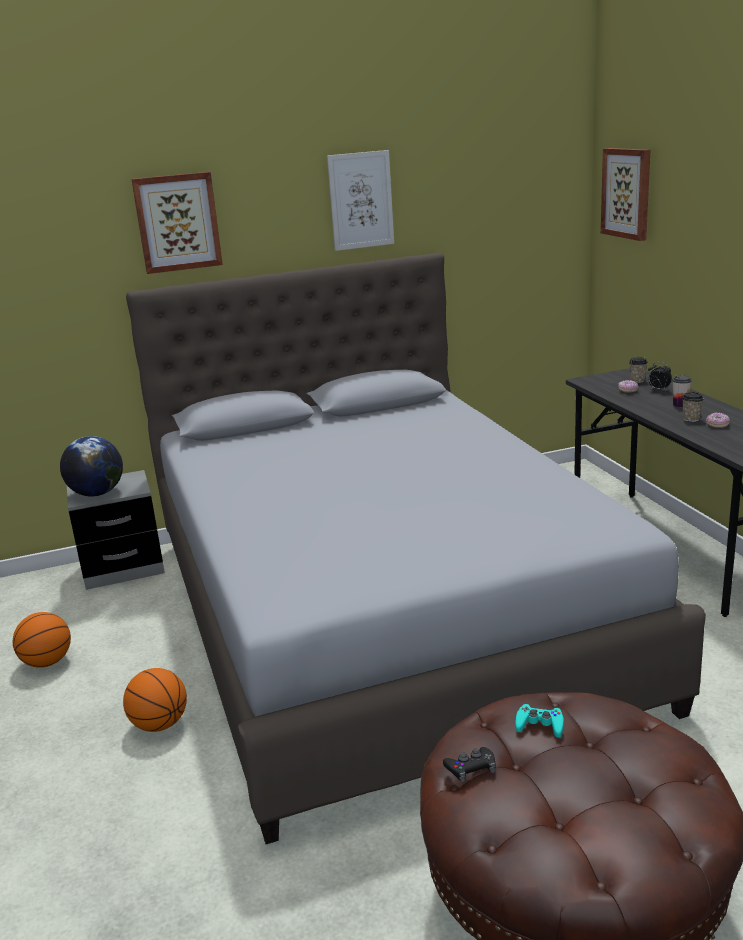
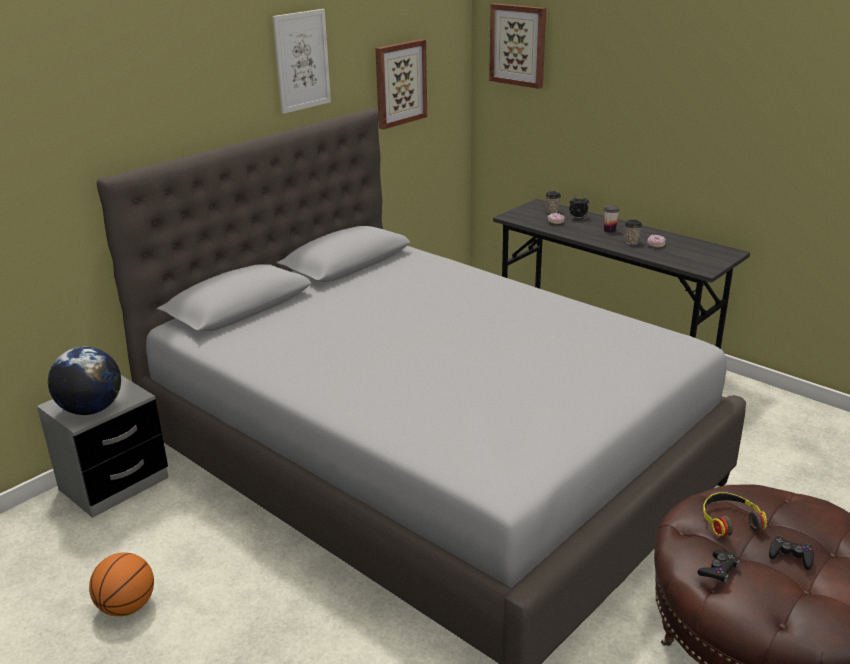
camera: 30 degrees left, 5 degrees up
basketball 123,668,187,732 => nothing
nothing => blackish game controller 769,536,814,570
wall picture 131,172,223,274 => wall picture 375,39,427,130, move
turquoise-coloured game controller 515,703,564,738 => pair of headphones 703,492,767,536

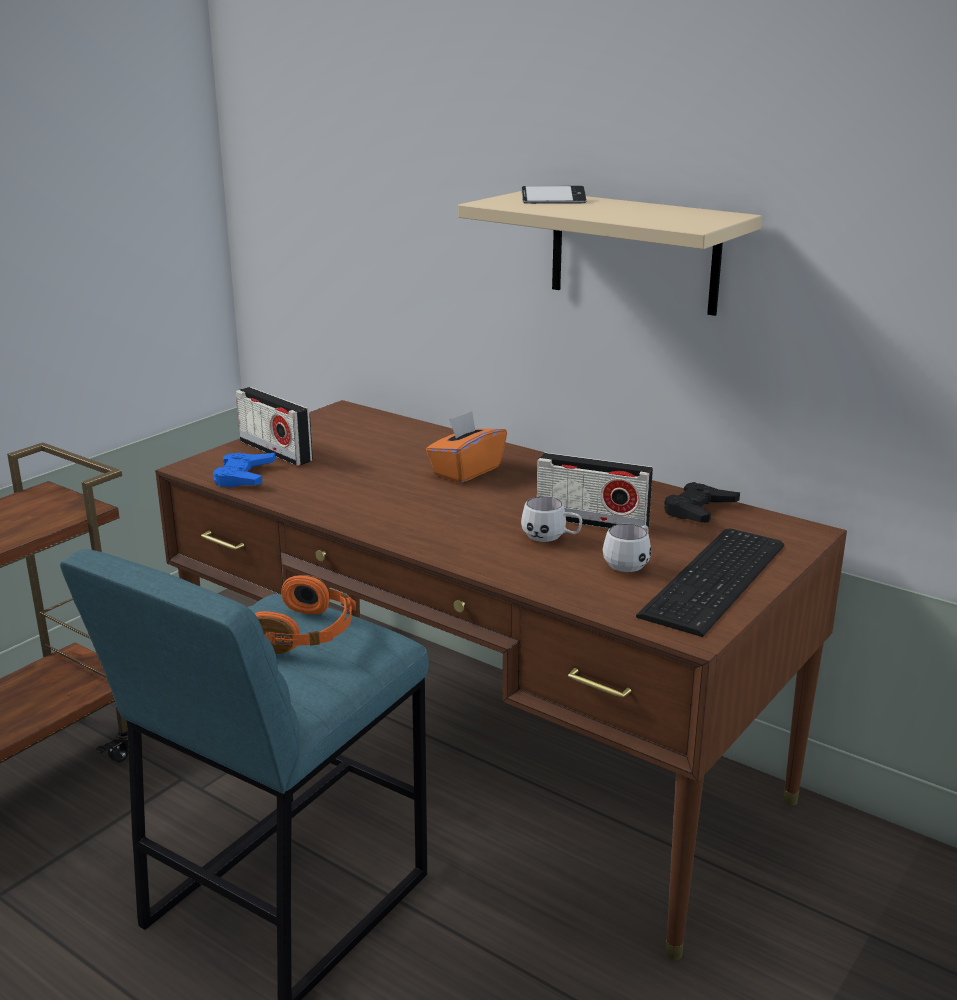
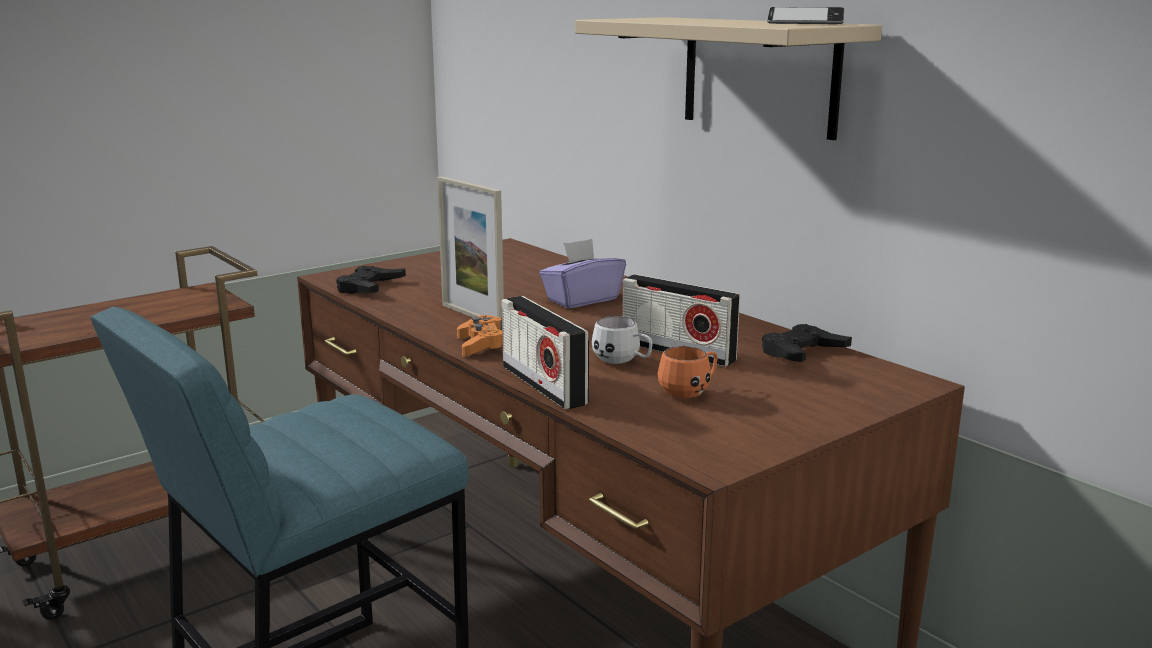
camera: 15 degrees right, 5 degrees down
orangey pair of headphones 255,575,356,654 => nothing
computer keyboard 636,528,785,637 => nothing
nothing => picture frame 437,176,504,318
nothing => orangey game controller 457,315,502,357
radio receiver 236,387,313,466 => radio receiver 501,296,589,409, move
telephone 521,186,587,204 => telephone 767,7,844,24, move
blue game controller 213,453,276,487 => blackish game controller 336,266,406,294
orangey tissue box 426,411,507,483 => purple-coloured tissue box 539,239,626,308
white mug 603,524,651,572 => orangey mug 657,346,718,399

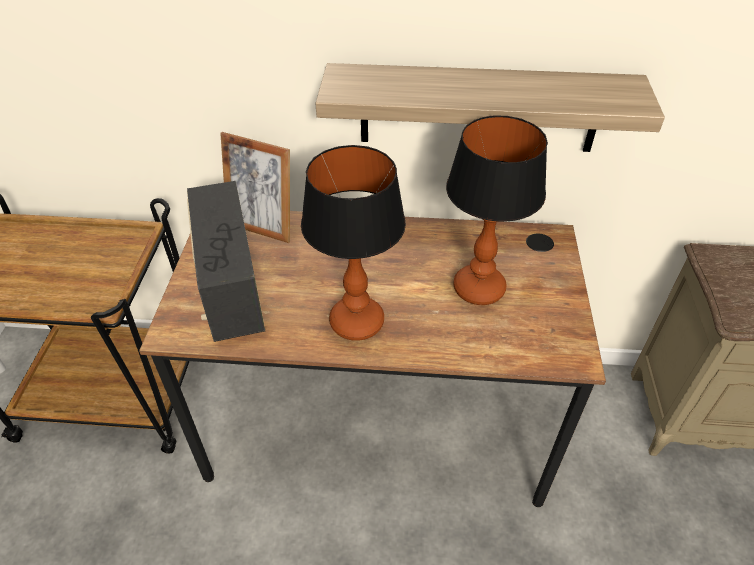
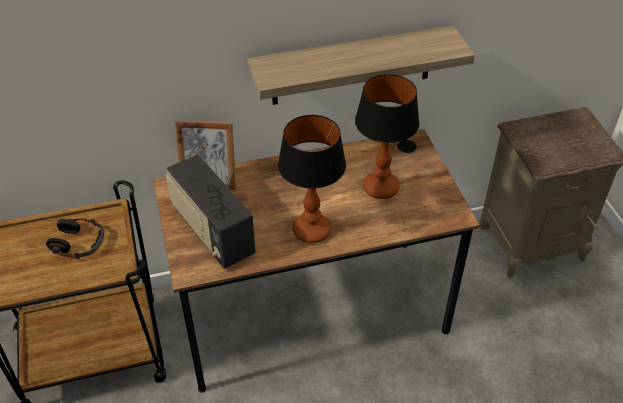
camera: 20 degrees left, 0 degrees up
nothing => pair of headphones 46,218,104,259

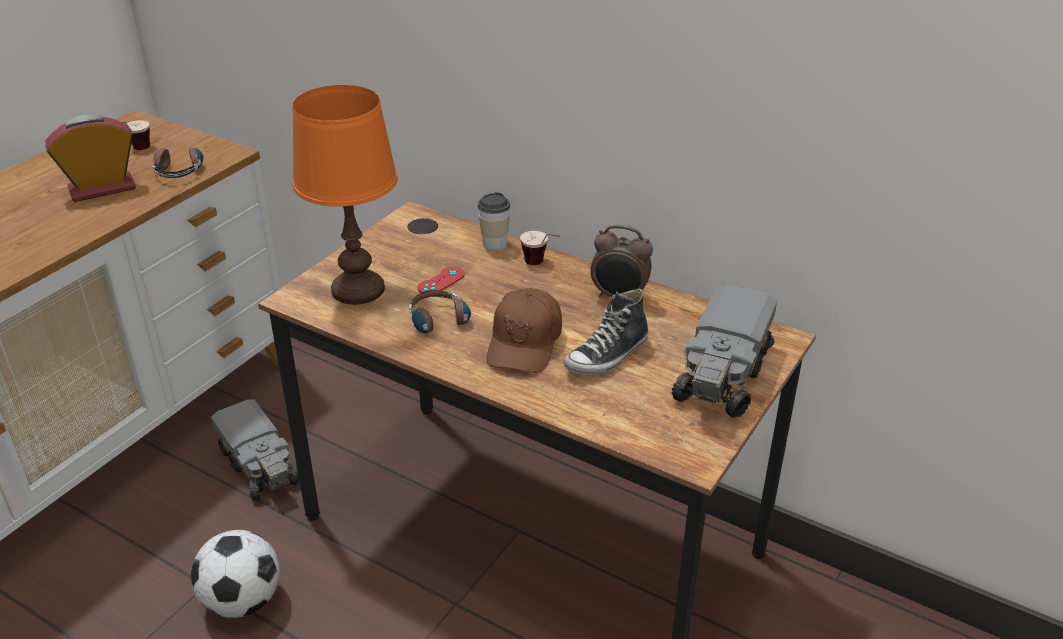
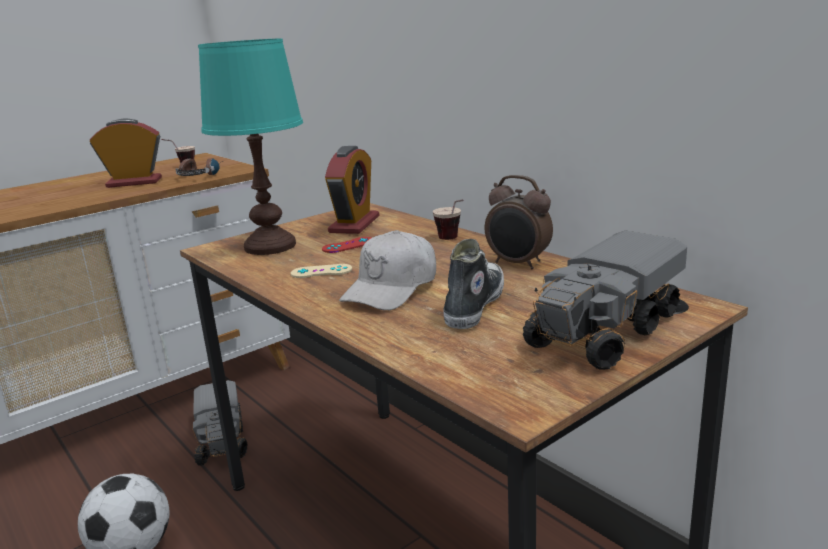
camera: 20 degrees right, 15 degrees down
small cup 478,192,510,251 => nothing
nothing => alarm clock 325,146,379,234
pair of headphones 409,290,471,343 => beige game controller 291,264,352,278
orangey table lamp 292,85,398,305 => turquoise-coloured table lamp 198,38,303,255
brown baseball cap 486,288,562,373 => white baseball cap 339,230,436,310
shoe 564,289,648,375 => shoe 443,239,504,329, 135 degrees clockwise

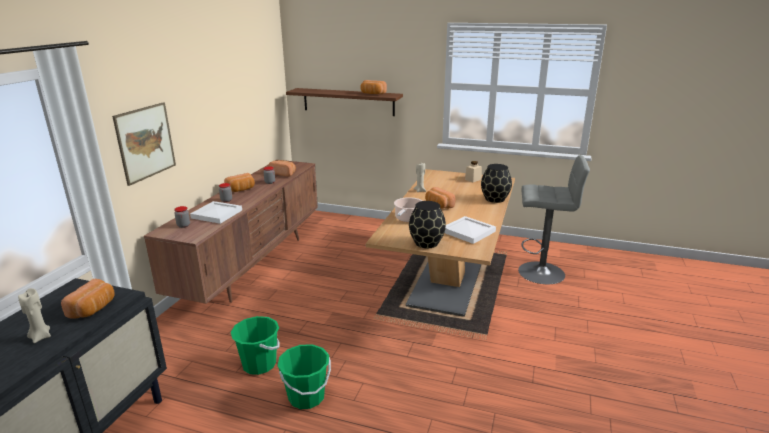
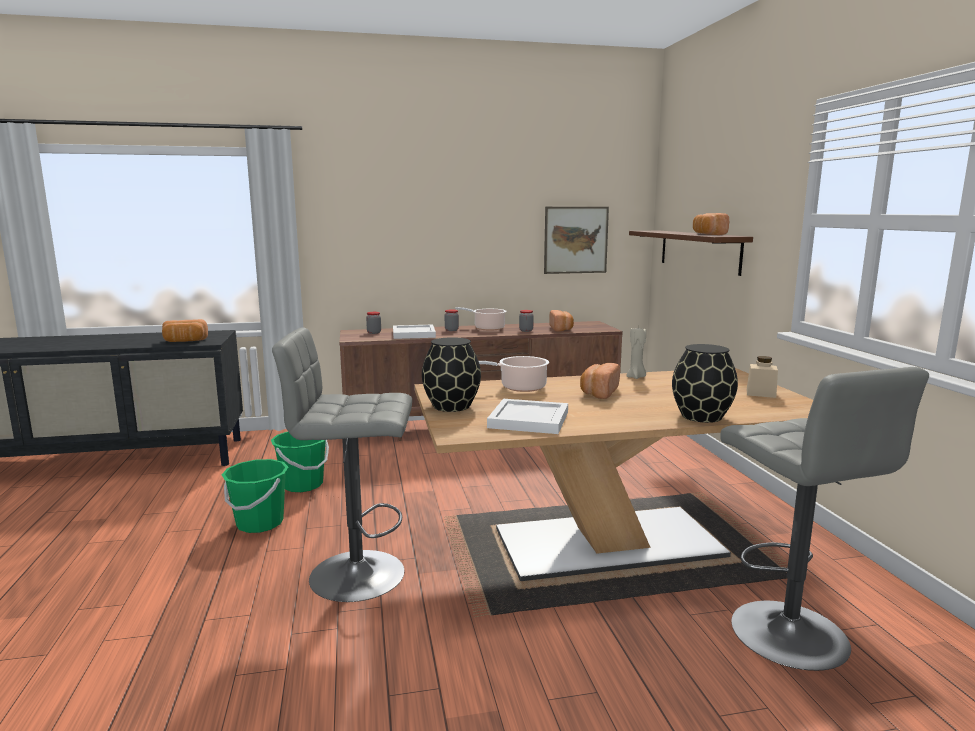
camera: 60 degrees right, 10 degrees down
beige wax light 18,288,51,343 => nothing
nothing => greyish sitting stool 272,327,412,602
wall picture 112,102,176,186 => wall picture 544,207,609,274, move
bakery bread 224,173,255,192 => saucepot 455,307,506,331

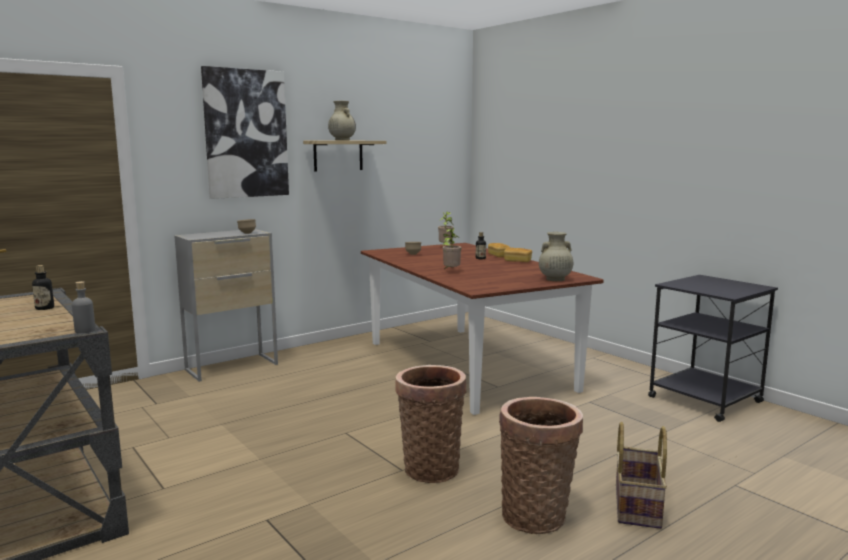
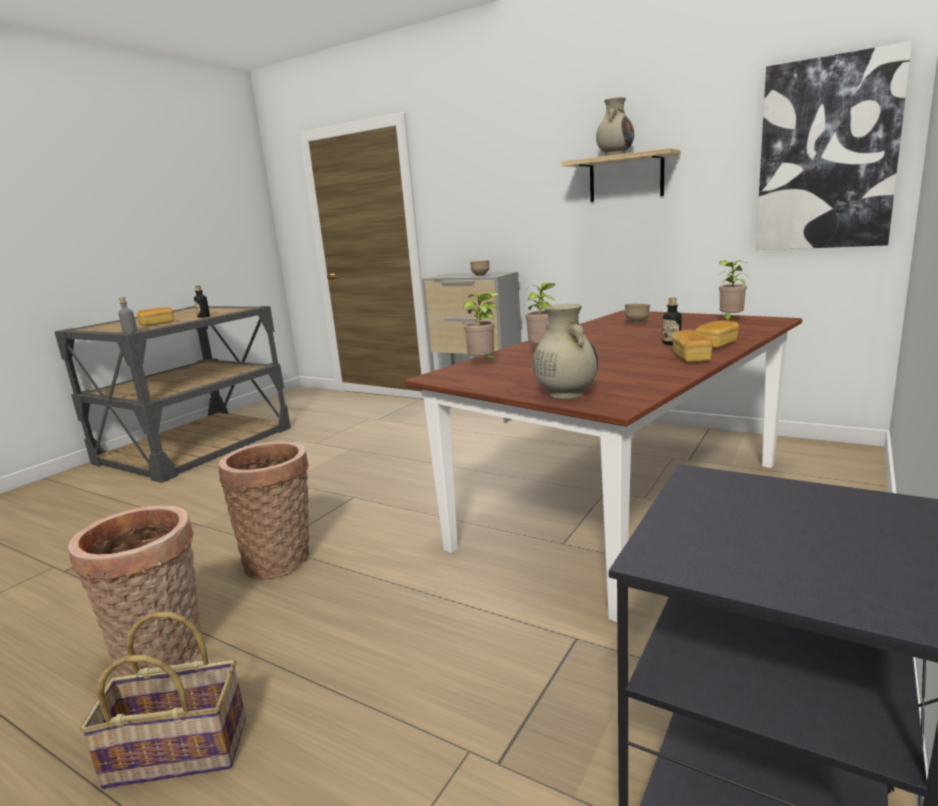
camera: 70 degrees right, 5 degrees up
nothing => bakery bread 136,307,174,326
nothing => plant in a pot 463,292,500,359
wall picture 201,66,289,199 => wall picture 756,41,912,250, move

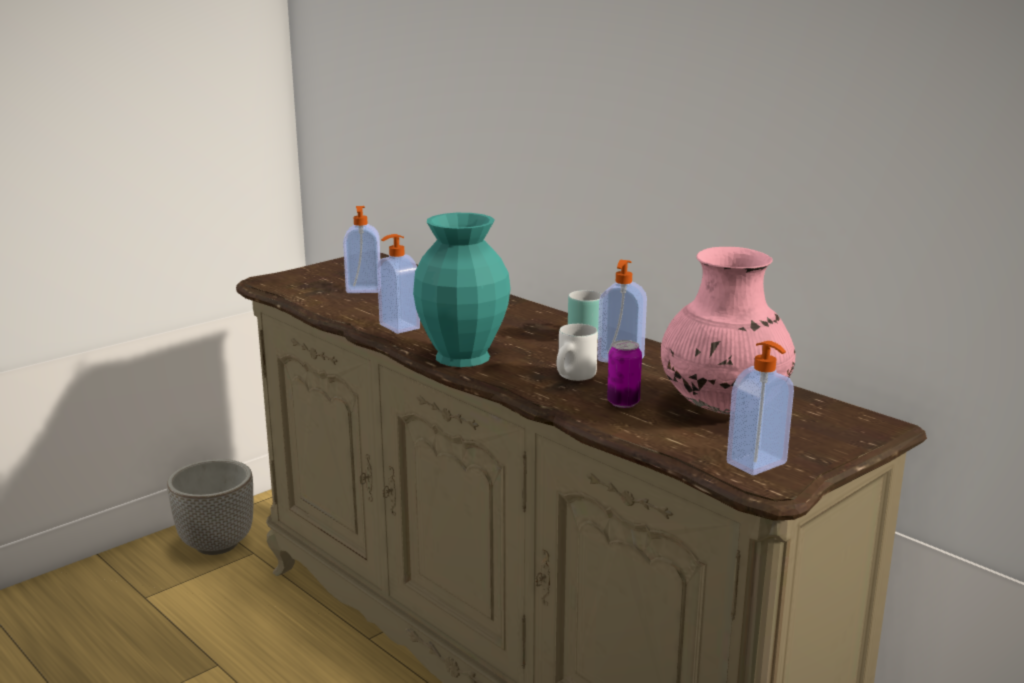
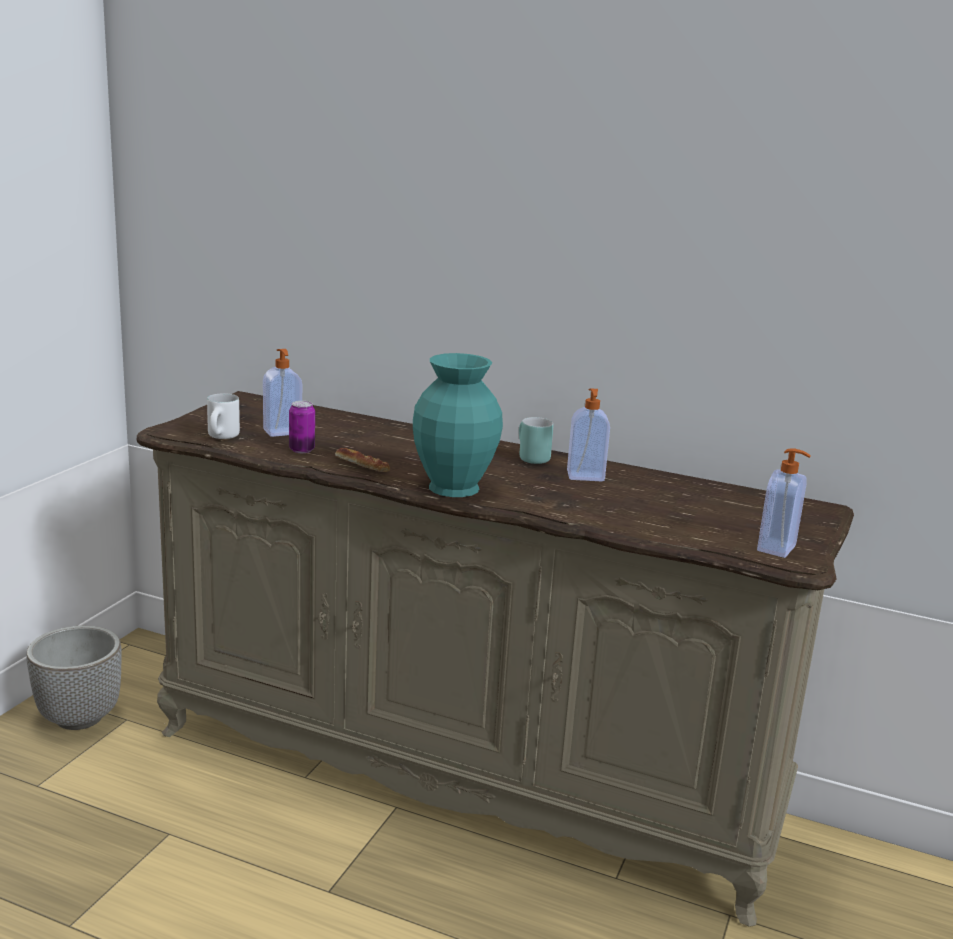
camera: 25 degrees left, 0 degrees up
pink decorative vase 661,247,796,415 => nothing
white mug 557,324,598,381 => white mug 207,393,240,439, move
can 607,340,642,408 => can 289,401,315,453, move
liquid soap bottle 377,234,420,334 => bakery bread 335,448,390,472

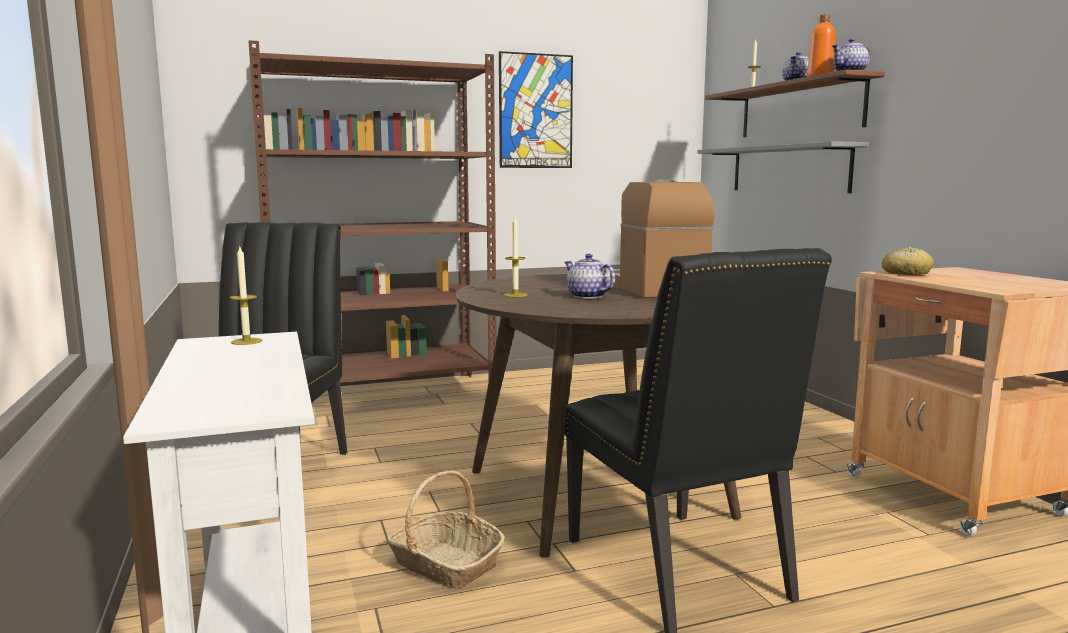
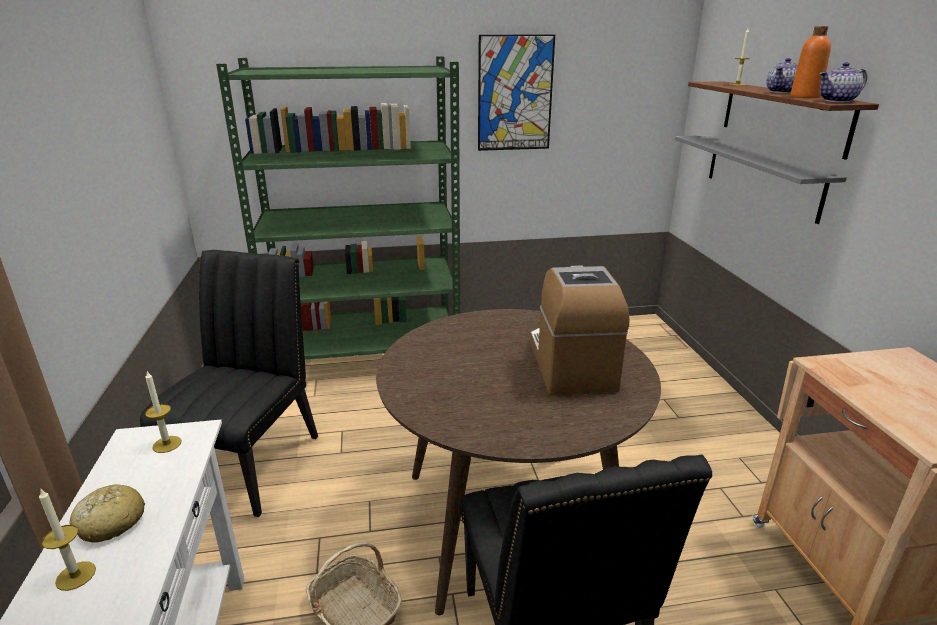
camera: 10 degrees right, 15 degrees up
pot for tea 565,254,615,299 => nothing
wax light 503,217,528,297 => wax light 39,489,96,591, move
bakery bread 882,247,934,275 => bakery bread 69,484,145,543, move
brown bookcase 248,40,496,383 => green-coloured bookcase 216,57,460,360

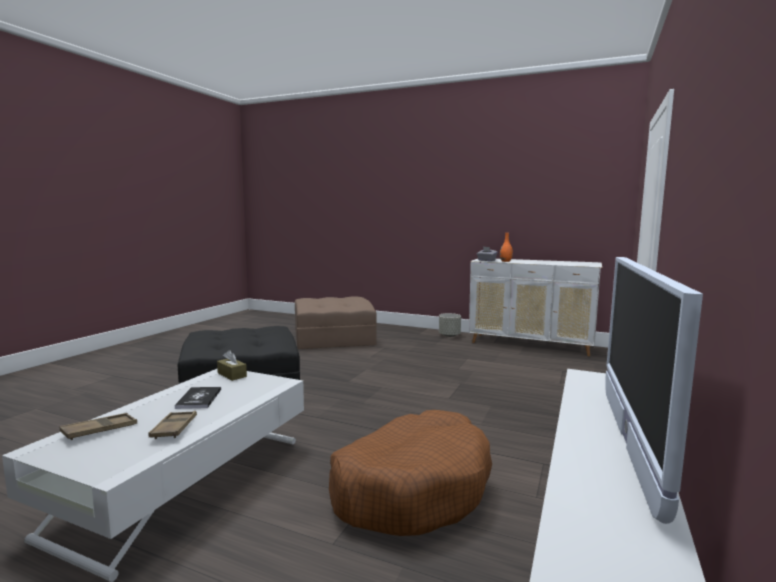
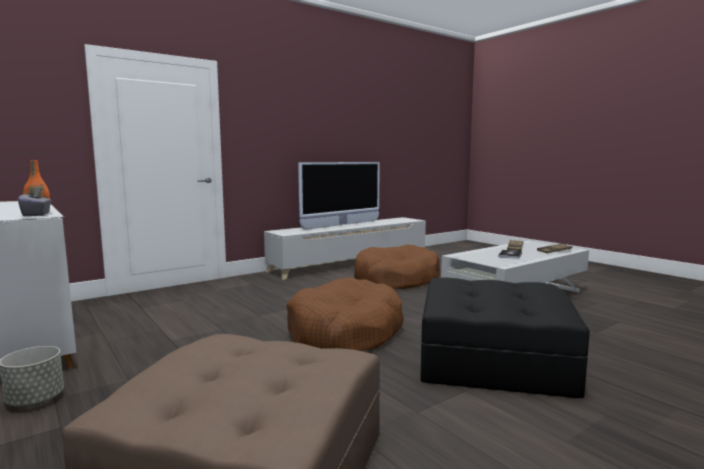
camera: 150 degrees left, 0 degrees up
brown tissue box 217,350,247,381 => nothing
nothing => brown dog bed 287,277,404,351

